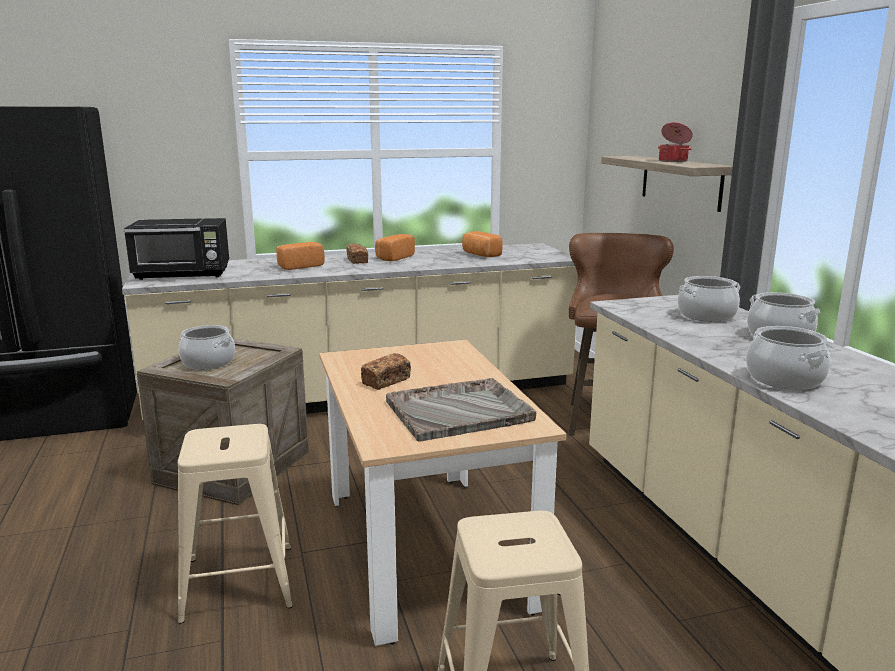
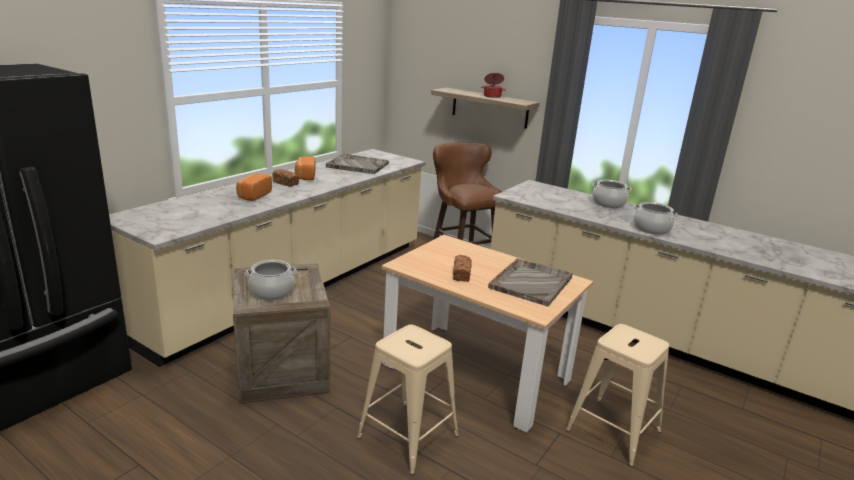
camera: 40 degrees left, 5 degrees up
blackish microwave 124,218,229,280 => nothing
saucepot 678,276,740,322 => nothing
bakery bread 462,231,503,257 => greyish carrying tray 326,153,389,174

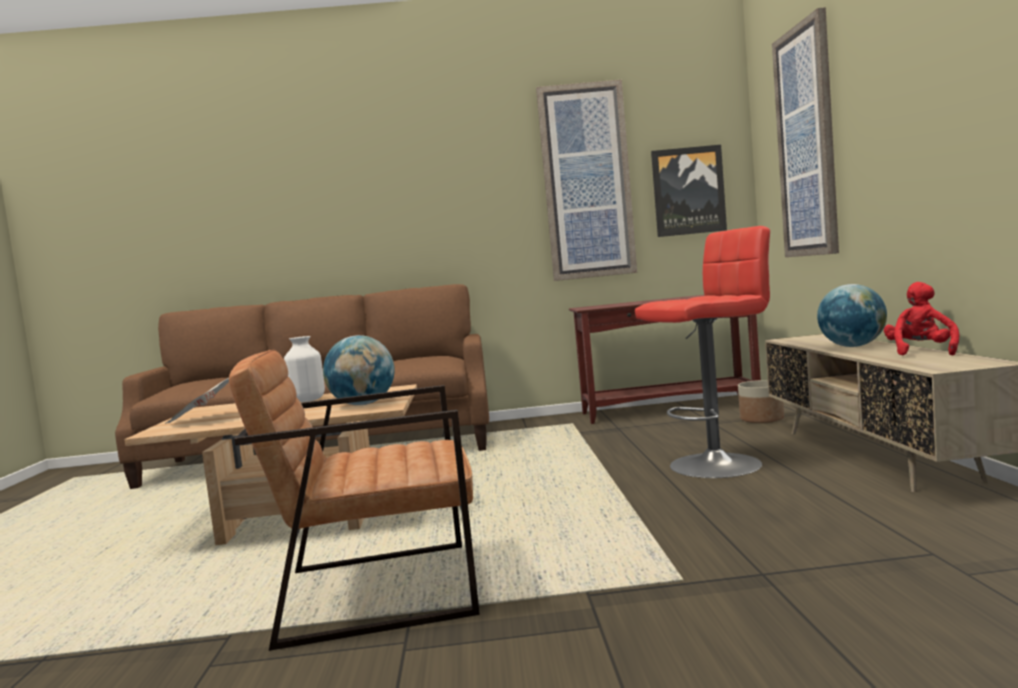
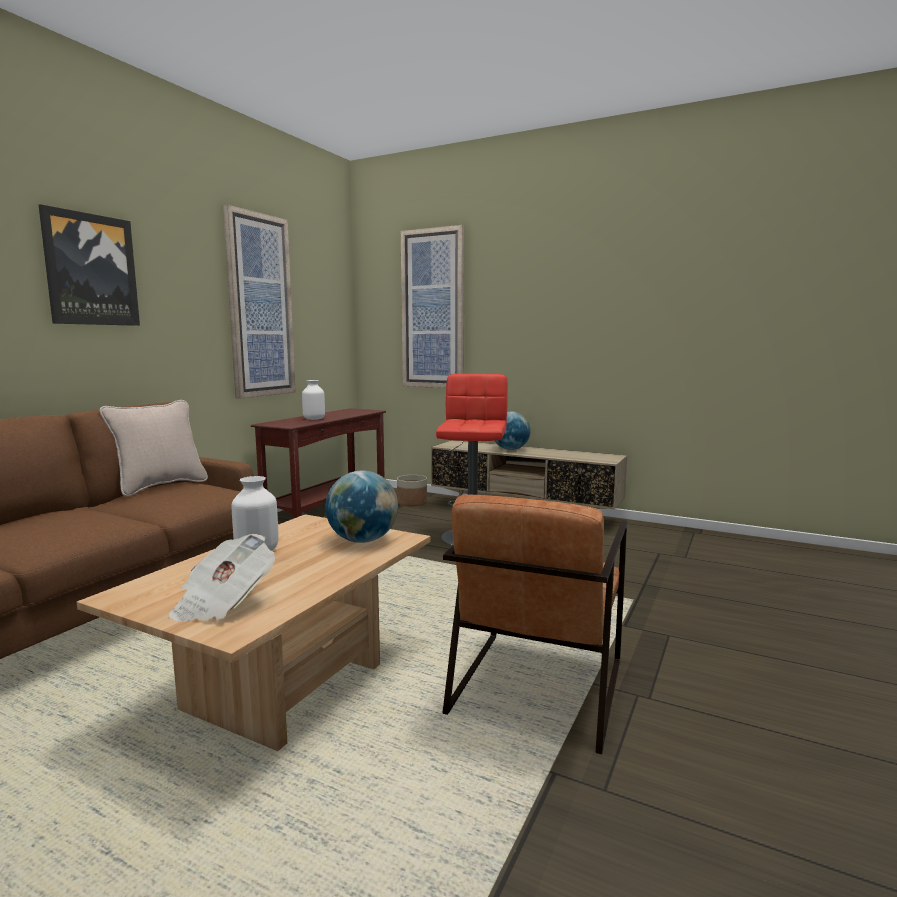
camera: 60 degrees left, 5 degrees up
red plush toy 884,282,960,355 => nothing
nothing => beige throw pillow 100,400,208,496
nothing => white decorative vase 302,380,325,420
wall picture 651,145,727,237 => wall picture 39,204,140,326, move

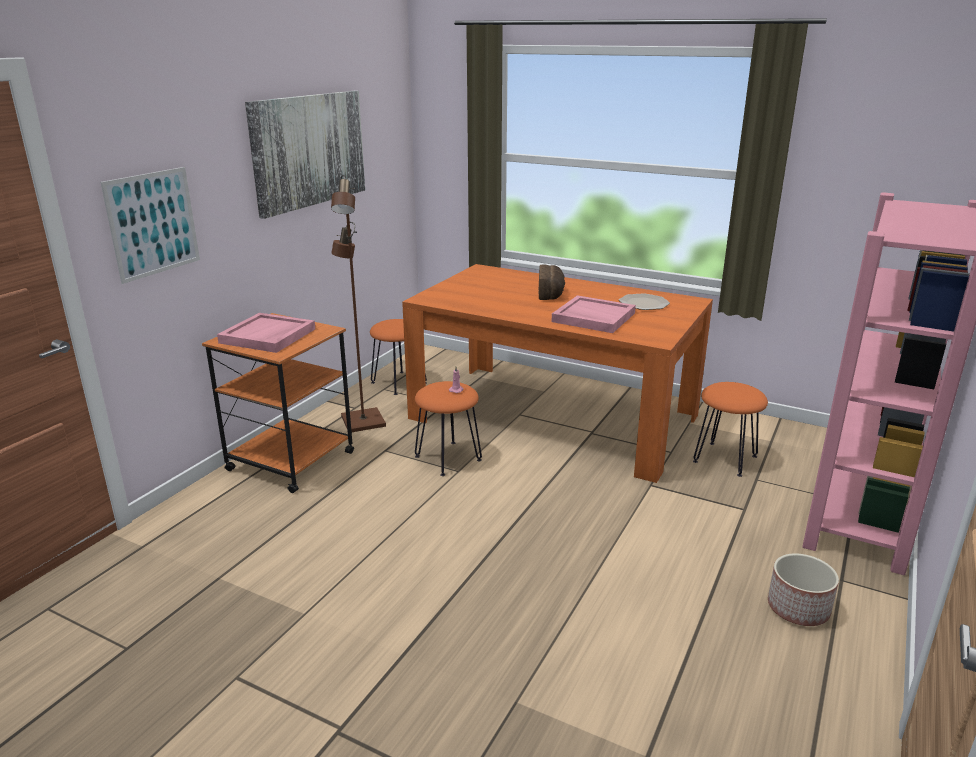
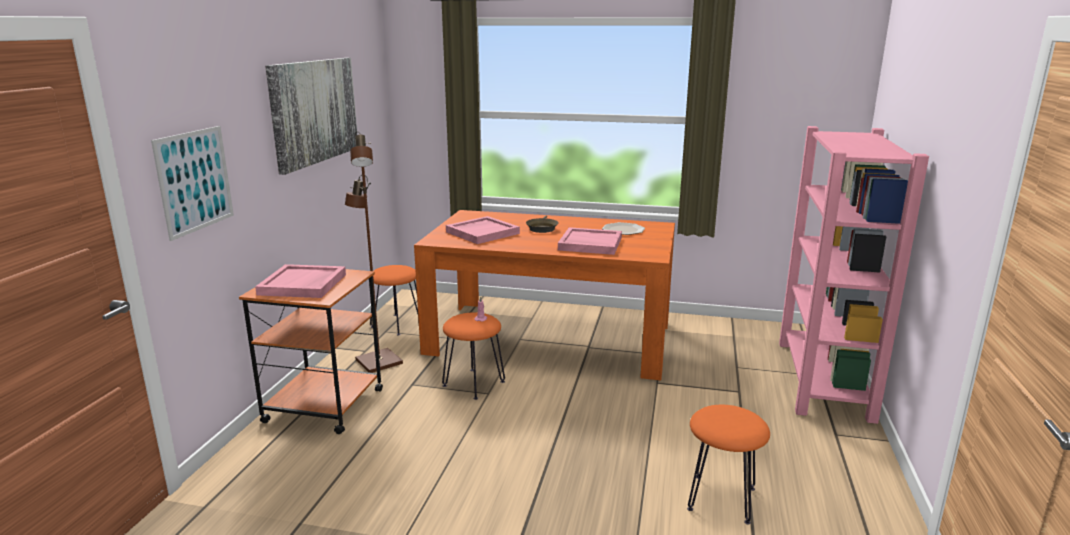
camera: 15 degrees left, 5 degrees down
flower pot 768,554,839,626 => nothing
nothing => pink carrying tray 446,216,520,244
orangey sitting stool 693,382,768,477 => orangey sitting stool 687,405,770,525, move
bakery bread 539,265,565,300 => brown frying pan 526,215,559,233

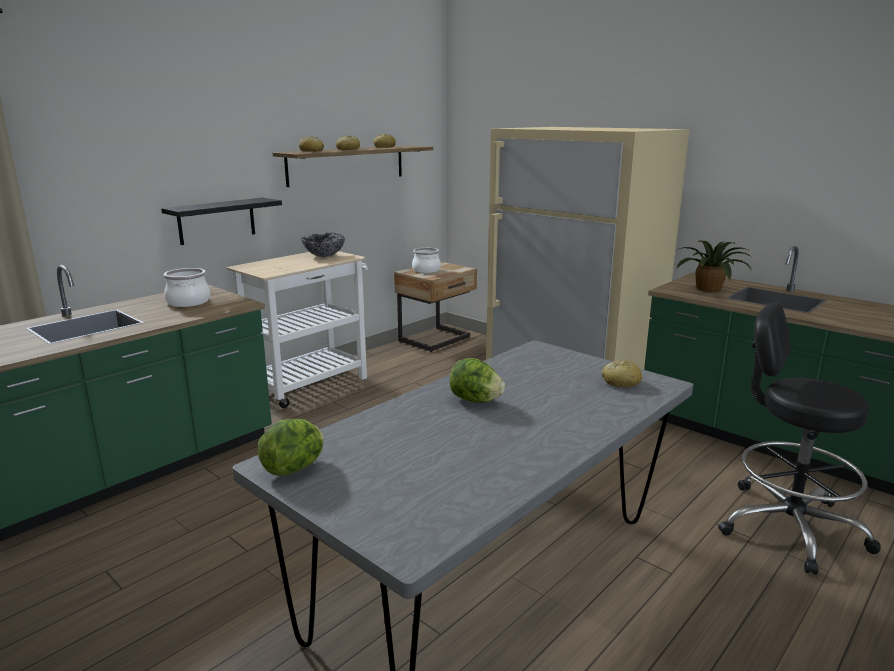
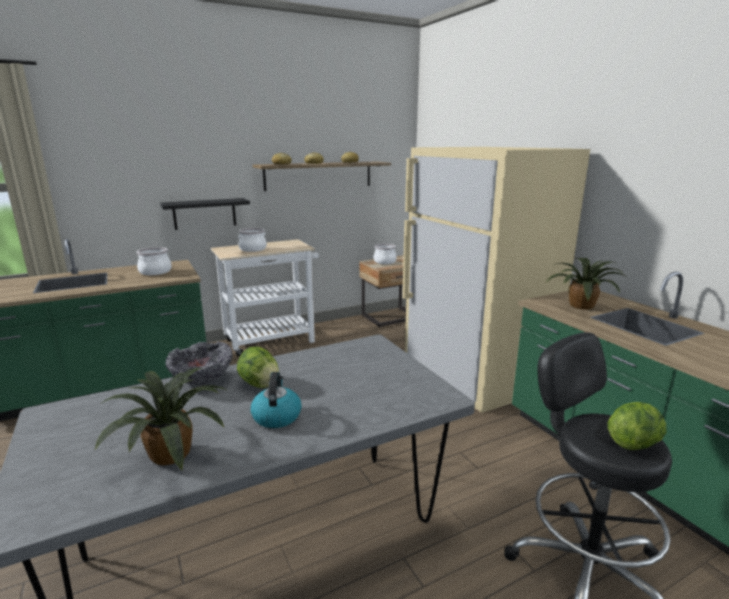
camera: 20 degrees right, 0 degrees up
bakery bread 602,360,642,388 => nothing
nothing => plant in a pot 94,368,228,470
nothing => saucepot 238,228,267,252
nothing => water kettle 251,372,301,428
head of lettuce 258,419,324,476 => head of lettuce 607,402,667,450, move
serving bowl 301,233,345,257 => serving bowl 165,341,232,385, move

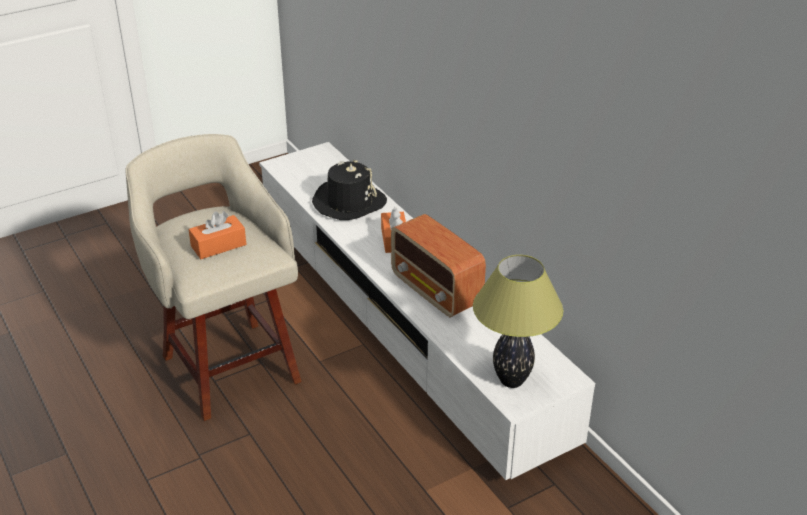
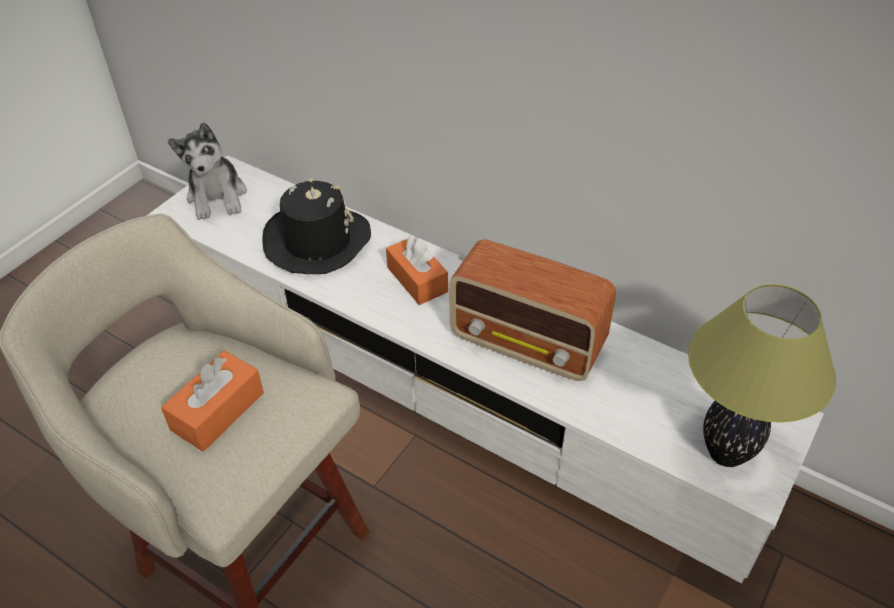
camera: 25 degrees left, 10 degrees up
nothing => plush toy 168,122,247,220

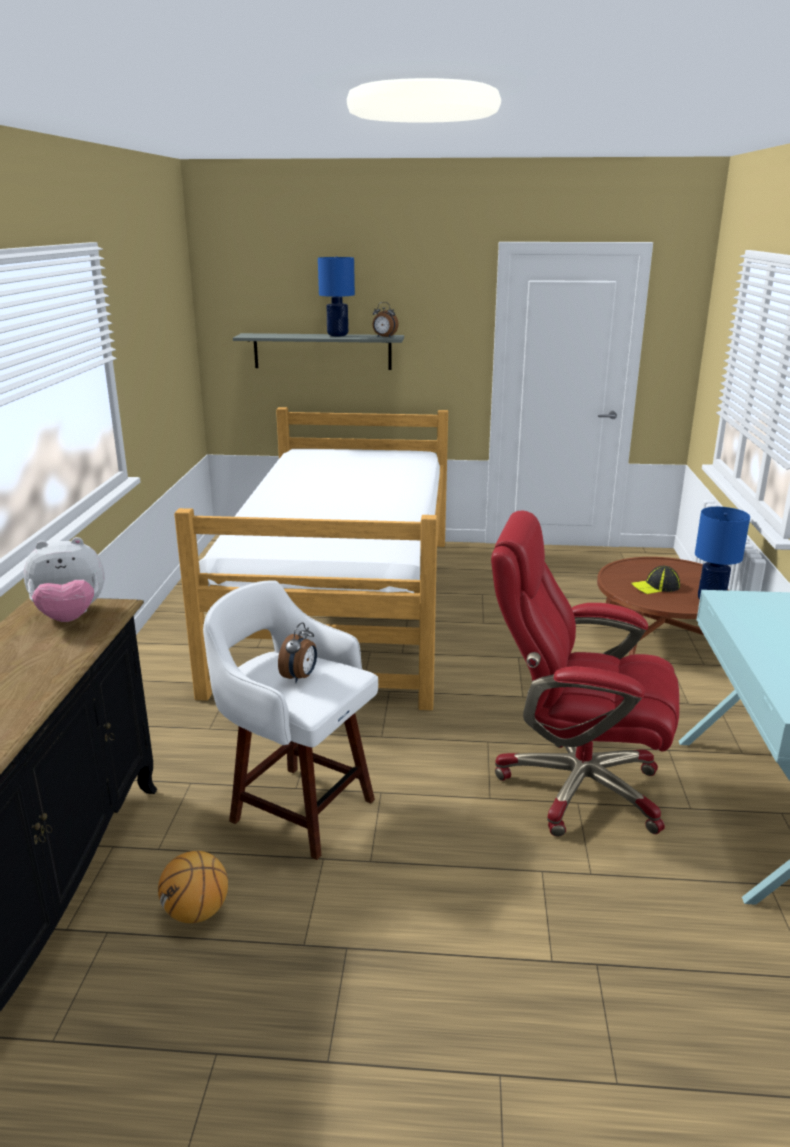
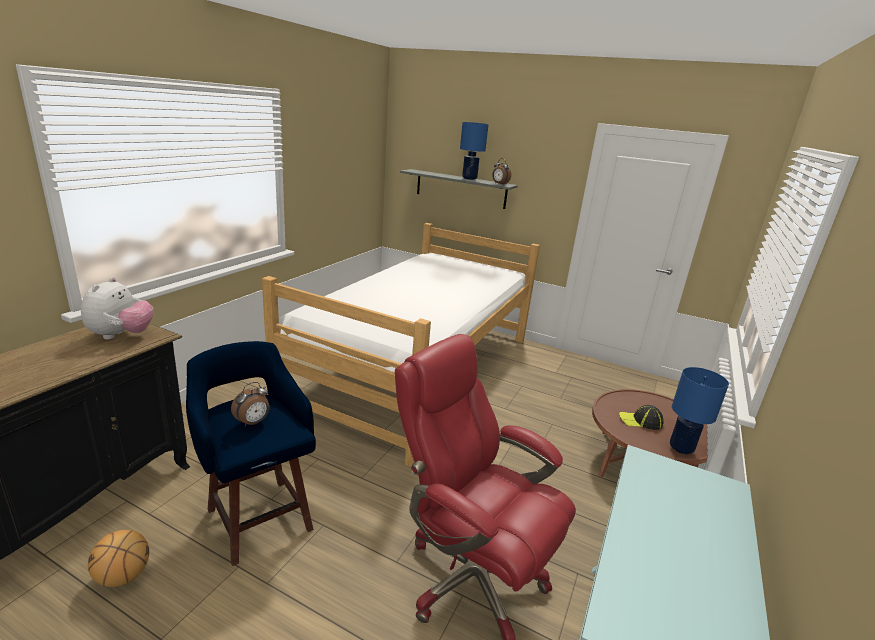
camera: 20 degrees right, 0 degrees up
white sitting stool 203,580,378,860 => blue sitting stool 186,341,316,566
plush toy 24,537,105,622 => plush toy 81,277,153,339, 90 degrees counterclockwise

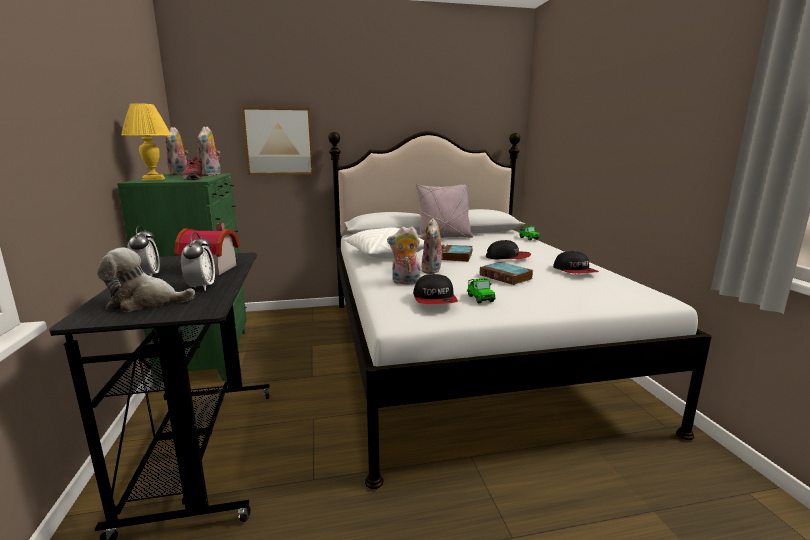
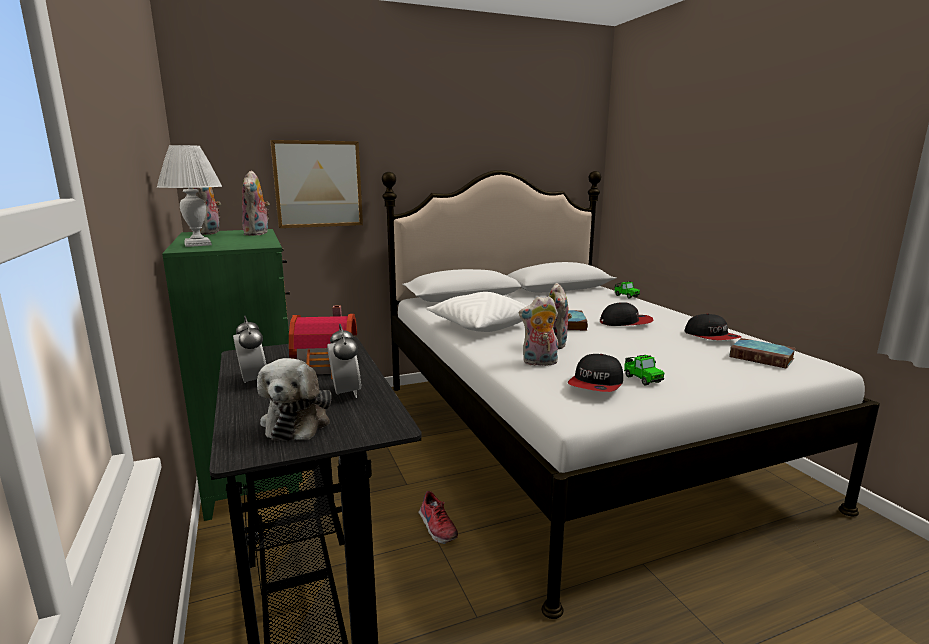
camera: 10 degrees left, 0 degrees up
purple-coloured throw pillow 416,184,473,240 => nothing
shoe 182,157,203,180 => shoe 418,491,458,544, move
volume 480,262,533,285 => volume 729,338,796,369, move
yellowish table lamp 121,103,172,180 => white table lamp 157,145,222,247
plush toy 97,248,195,312 => plush toy 257,358,332,441, 75 degrees counterclockwise
baseball cap 413,274,458,304 => baseball cap 568,354,623,392, 45 degrees clockwise

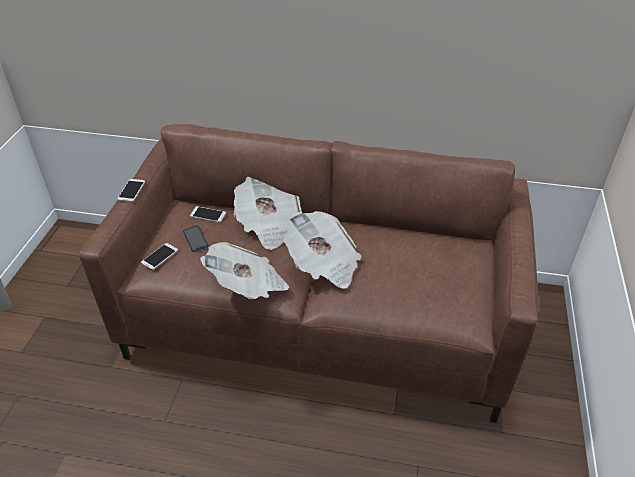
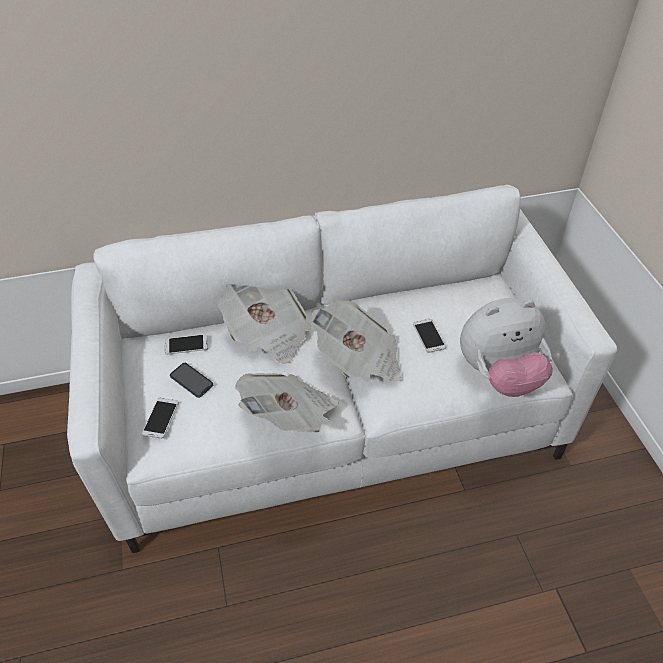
camera: 25 degrees left, 5 degrees up
nothing => plush toy 460,298,553,397
telephone 117,179,145,202 => telephone 413,319,446,353, move
brown settee 80,124,539,423 => white settee 67,184,617,553

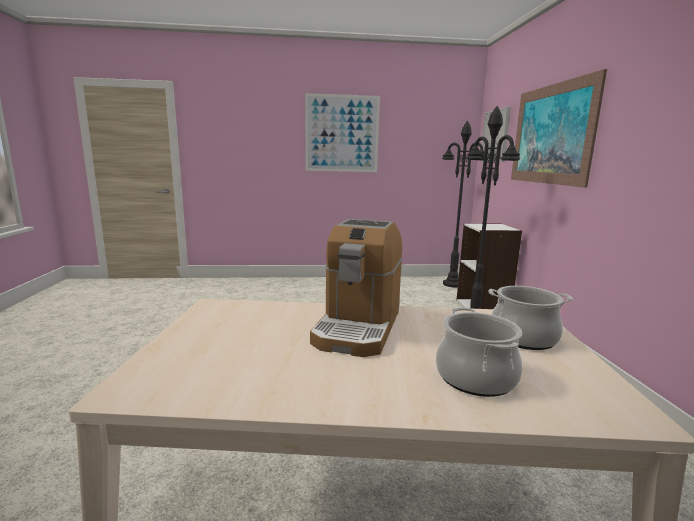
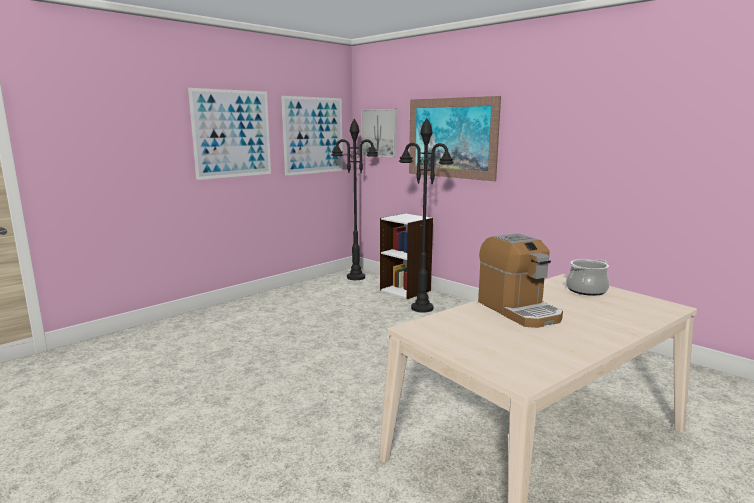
camera: 40 degrees left, 0 degrees up
saucepot 436,307,523,397 => nothing
nothing => wall picture 281,96,343,176

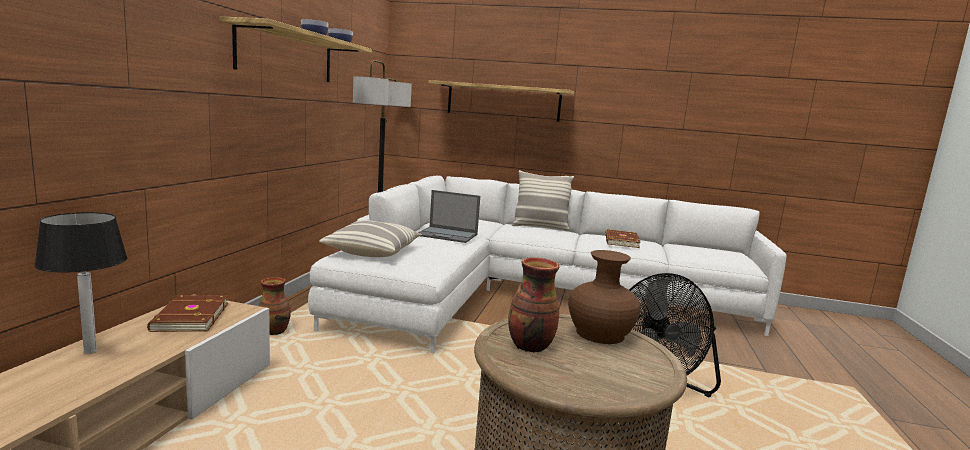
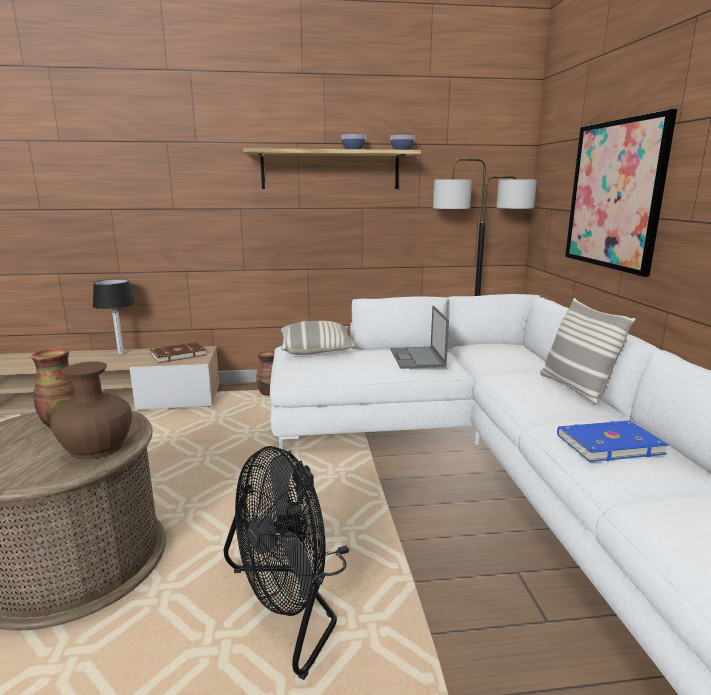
camera: 70 degrees right, 5 degrees up
shelf 428,80,574,122 => wall picture 565,109,677,277
brown volume 605,229,641,248 => blue volume 557,420,668,462

